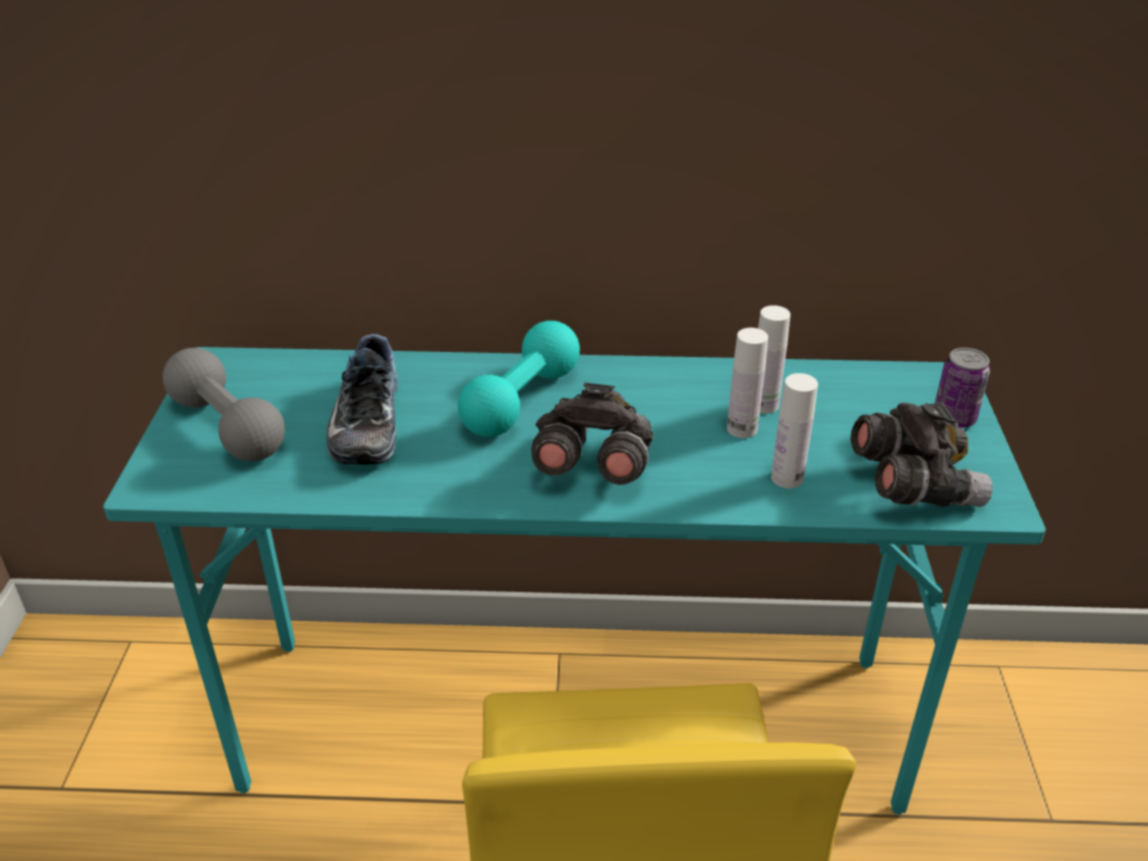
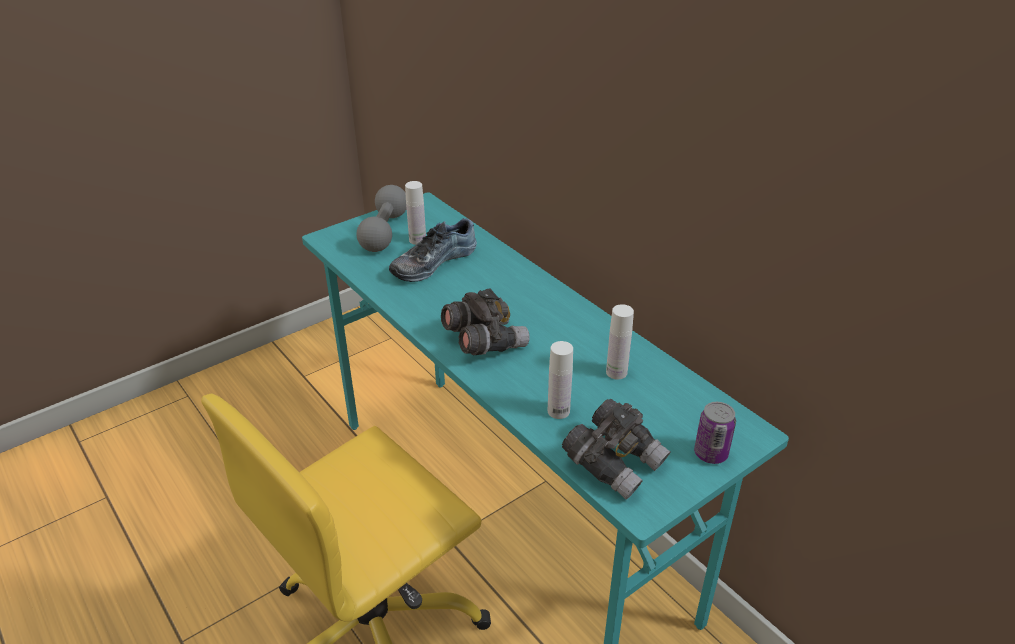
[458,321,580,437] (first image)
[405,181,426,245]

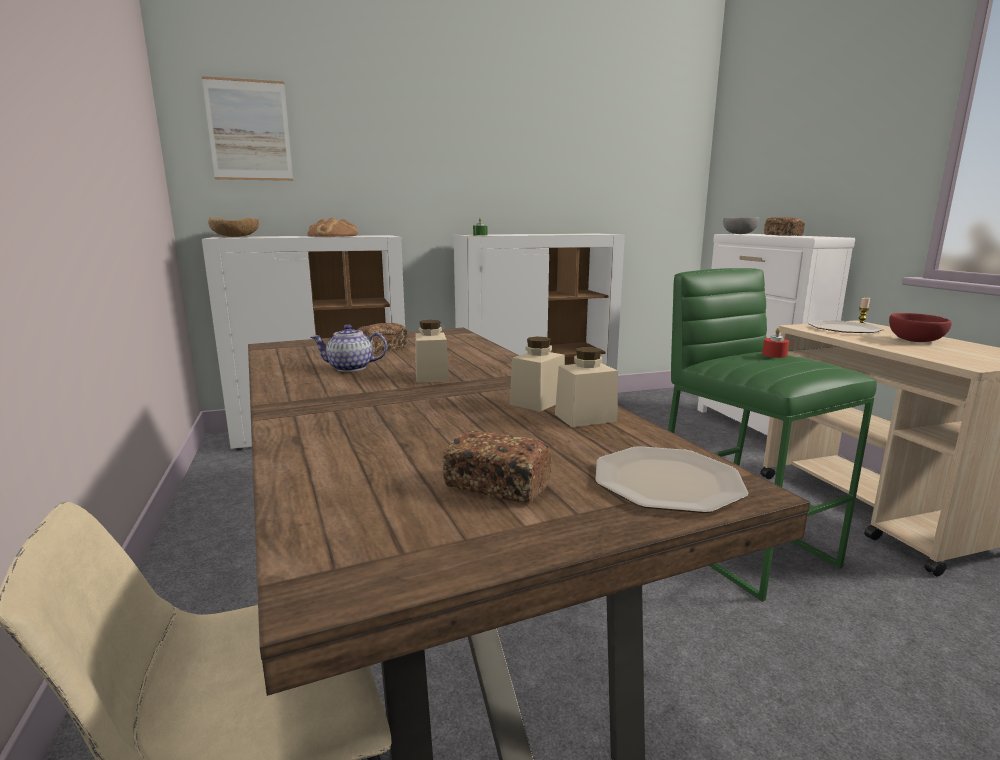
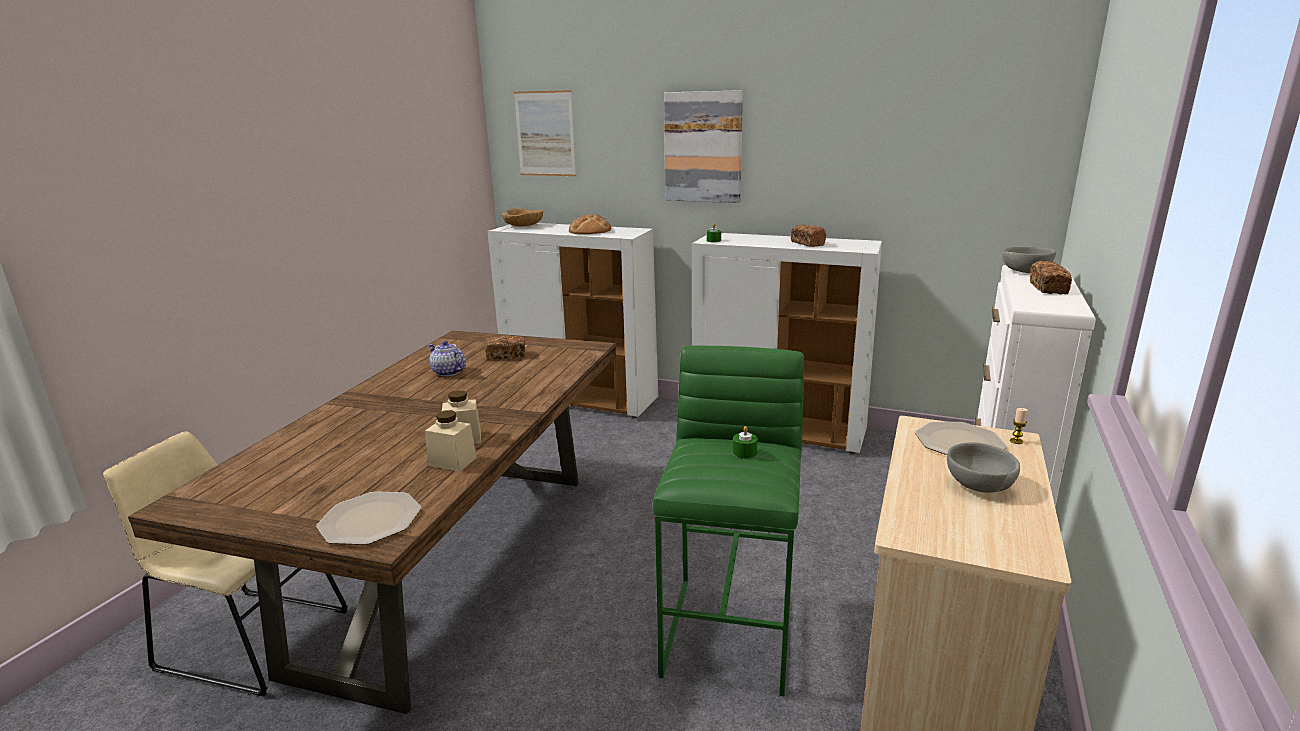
[415,320,449,383] (first image)
[664,90,743,203]
[791,225,826,247]
[733,426,758,458]
[947,442,1020,493]

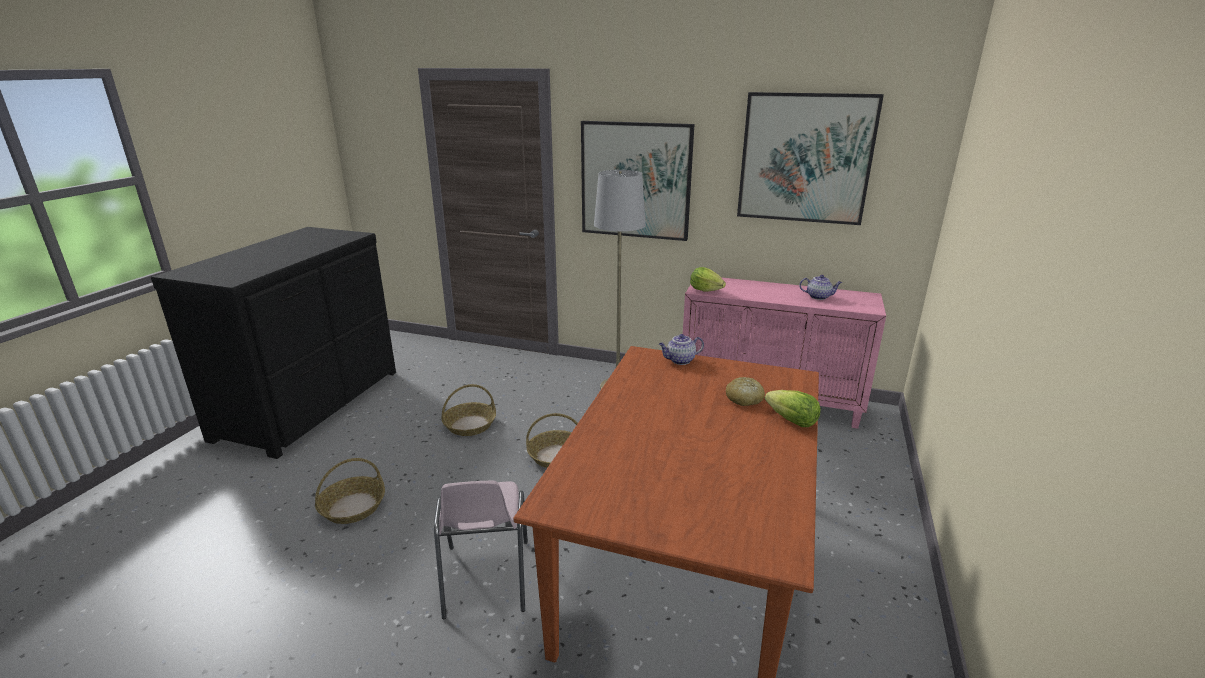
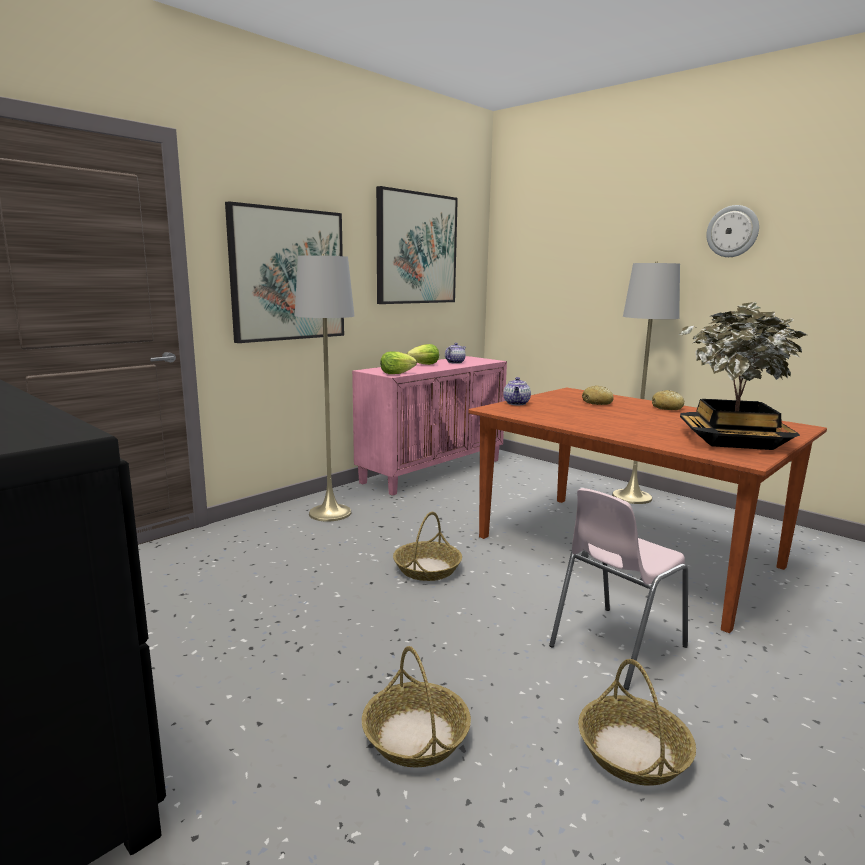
[612,262,680,504]
[652,390,684,410]
[678,302,807,450]
[706,205,759,257]
[578,659,696,786]
[406,344,439,365]
[549,488,688,690]

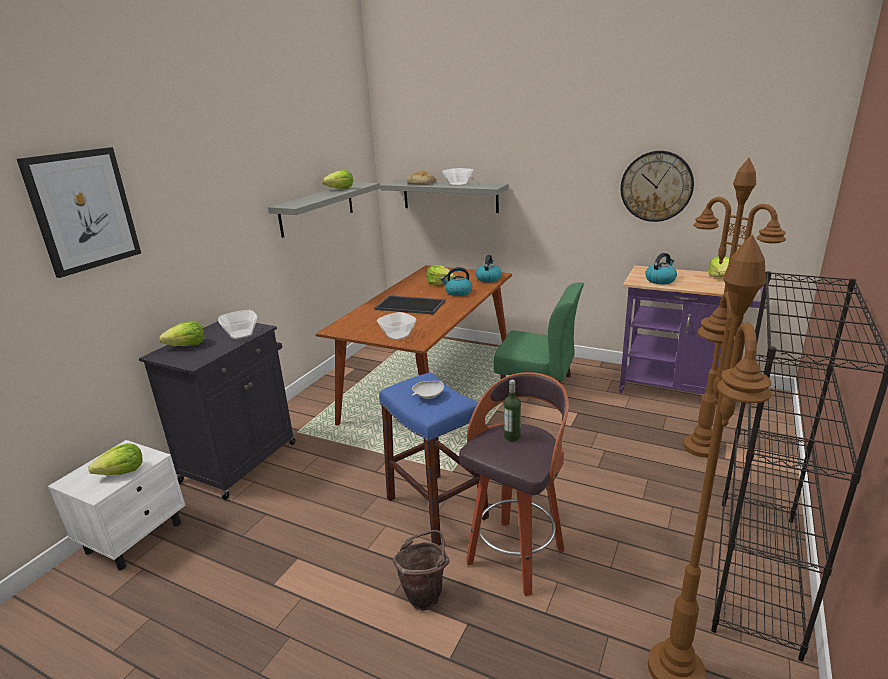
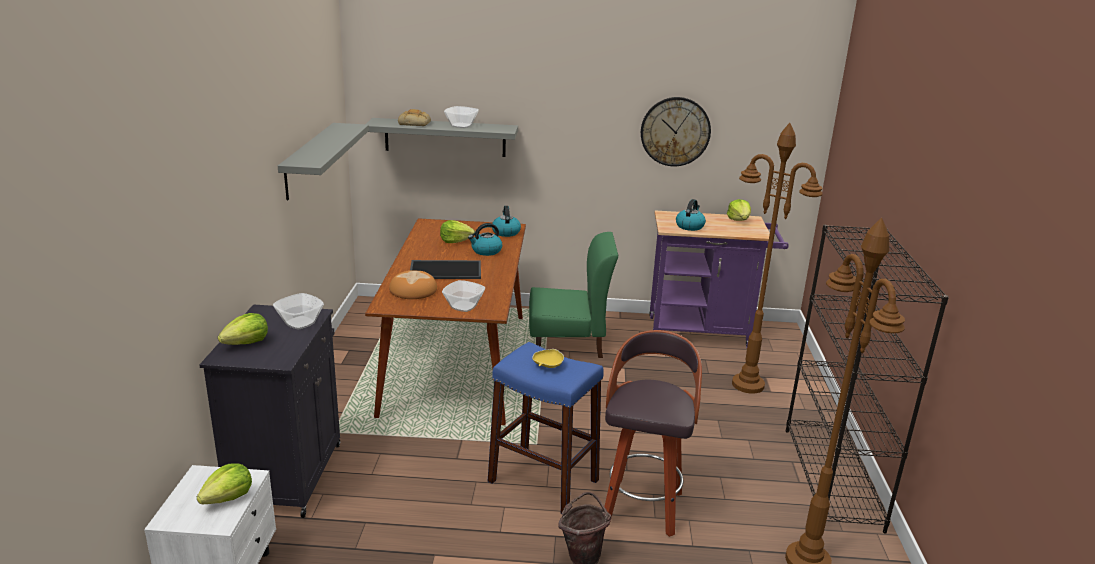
[17,147,141,278] (first image)
[322,170,353,189] (first image)
[504,380,521,442] (first image)
[389,270,437,299]
[532,349,564,368]

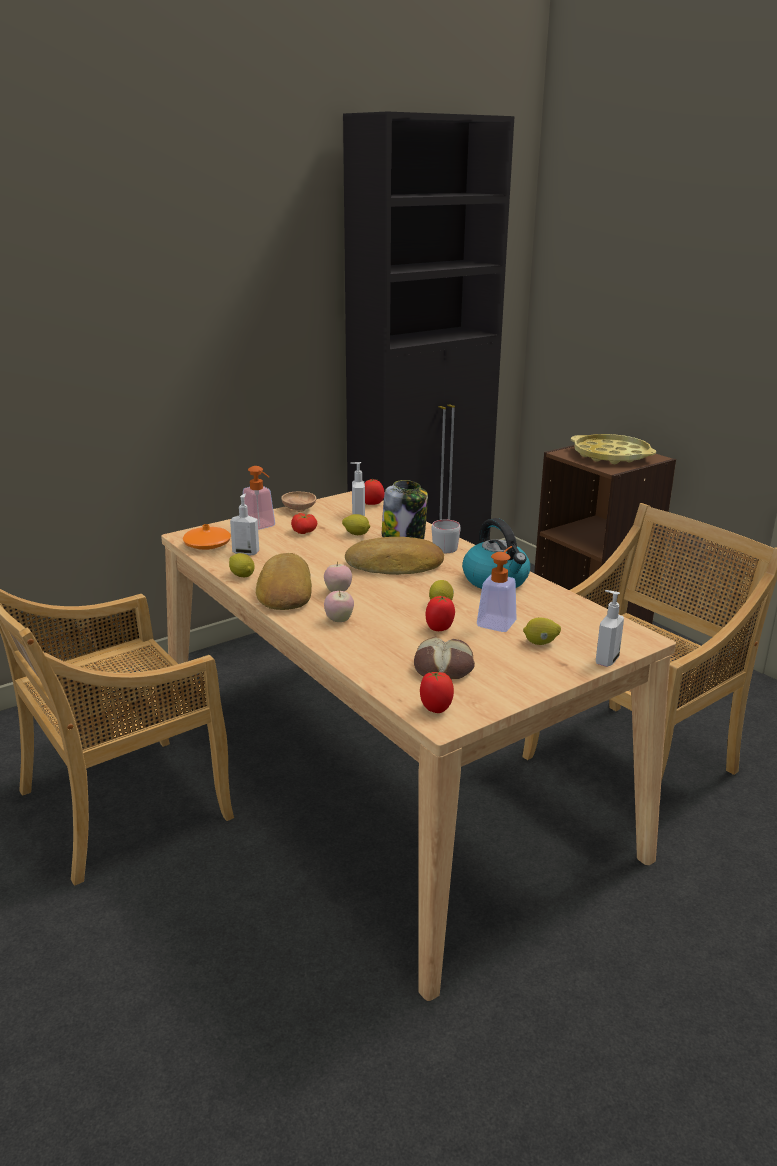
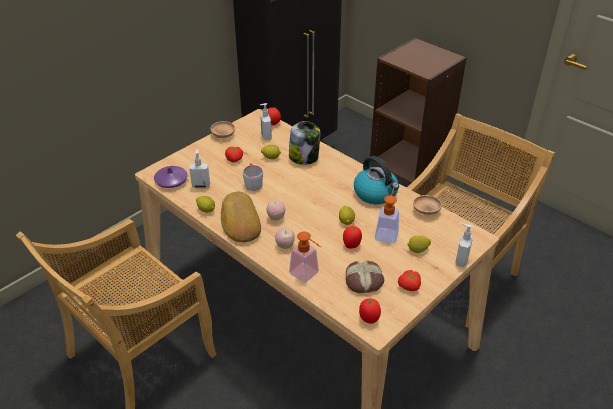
[345,537,444,575] (first image)
[571,434,656,464] (first image)
[398,270,421,291]
[413,195,442,215]
[289,231,321,283]
[243,163,263,191]
[154,166,188,188]

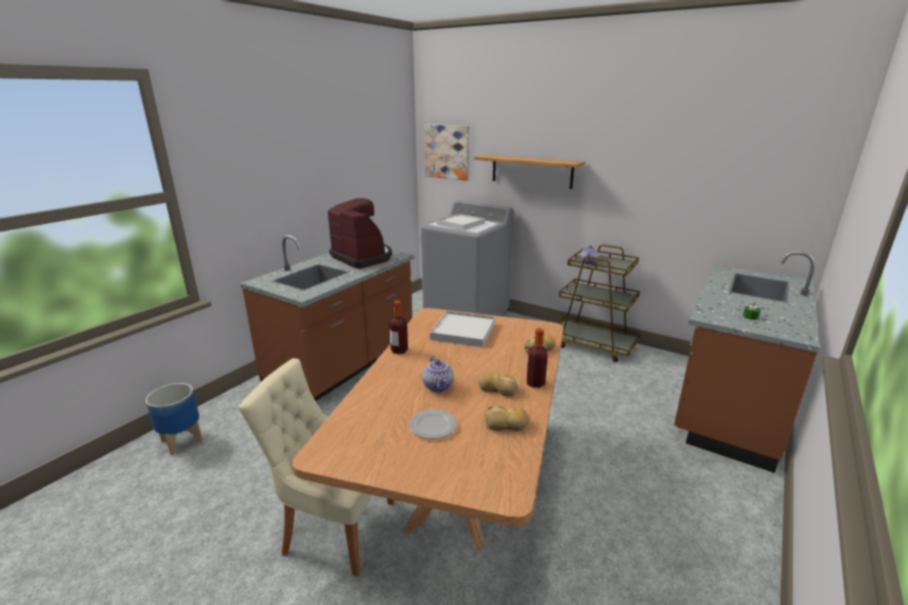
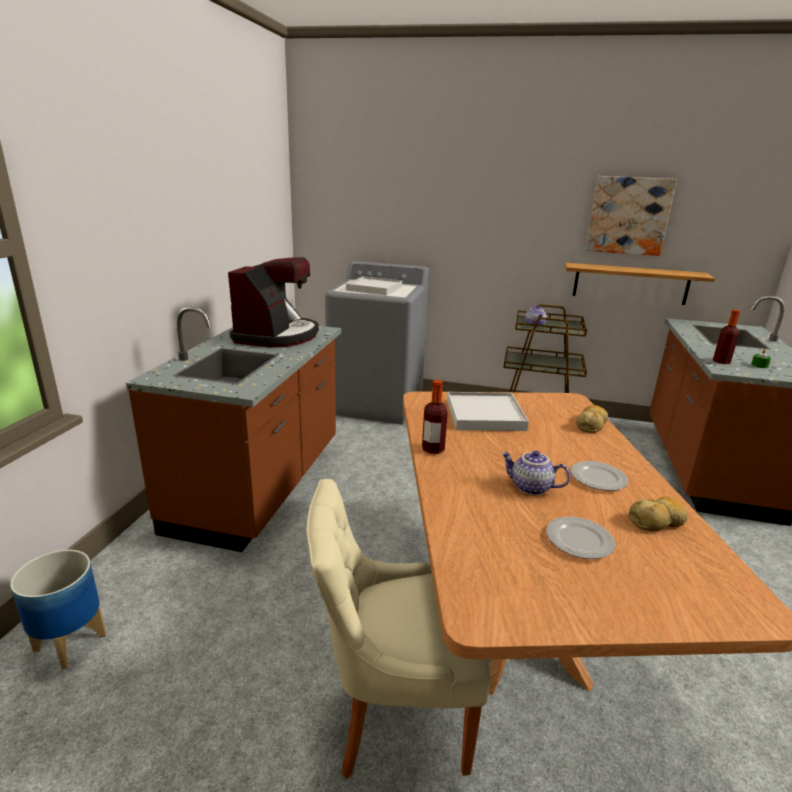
[585,176,677,256]
[565,263,715,305]
[713,309,740,364]
[571,461,629,491]
[228,257,319,347]
[501,451,570,495]

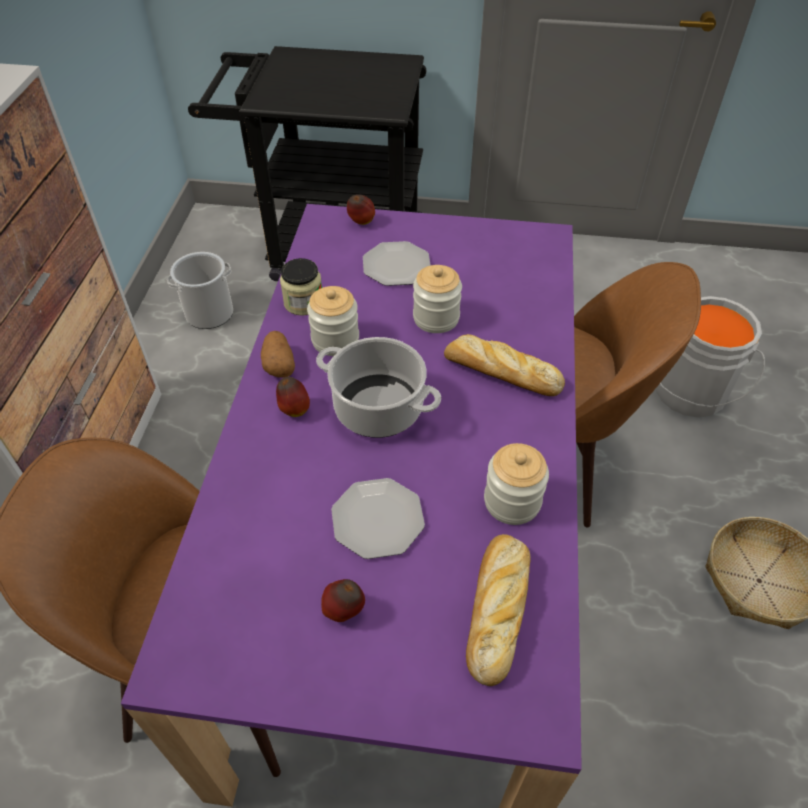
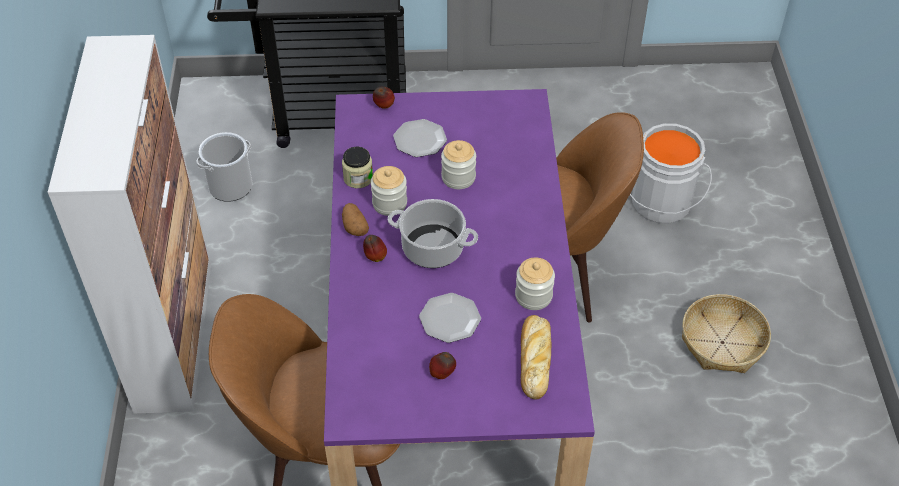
[444,334,565,396] (first image)

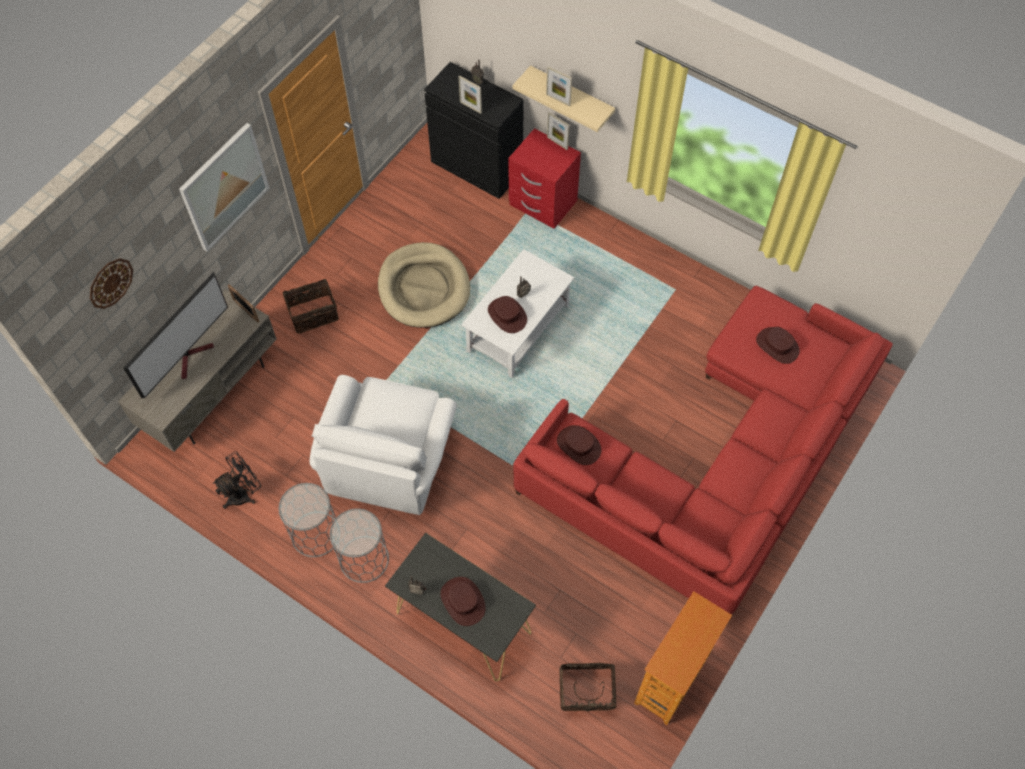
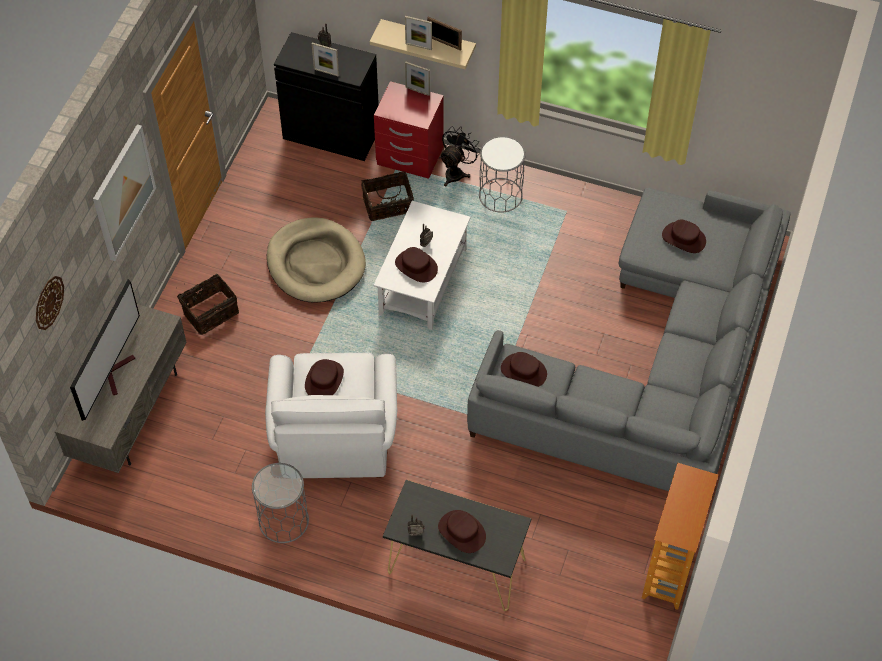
[305,359,344,395]
[439,126,480,187]
[427,17,462,51]
[479,136,526,213]
[361,171,414,221]
[467,188,791,491]

